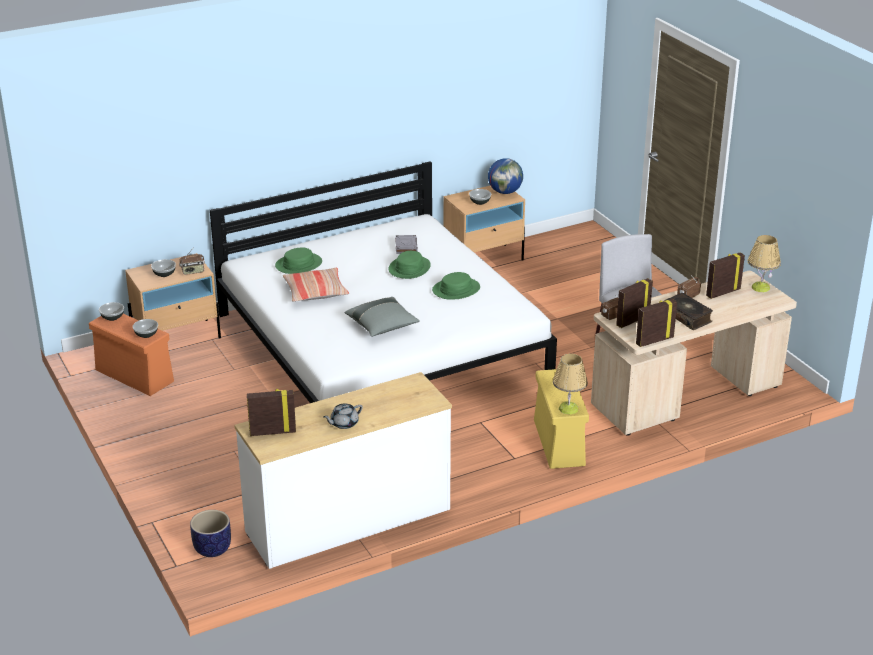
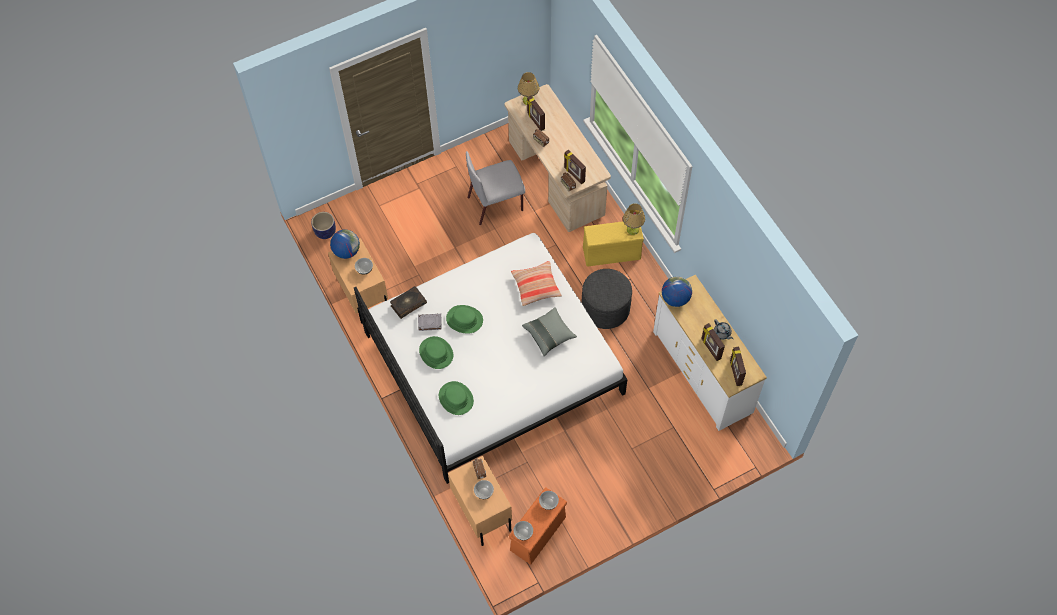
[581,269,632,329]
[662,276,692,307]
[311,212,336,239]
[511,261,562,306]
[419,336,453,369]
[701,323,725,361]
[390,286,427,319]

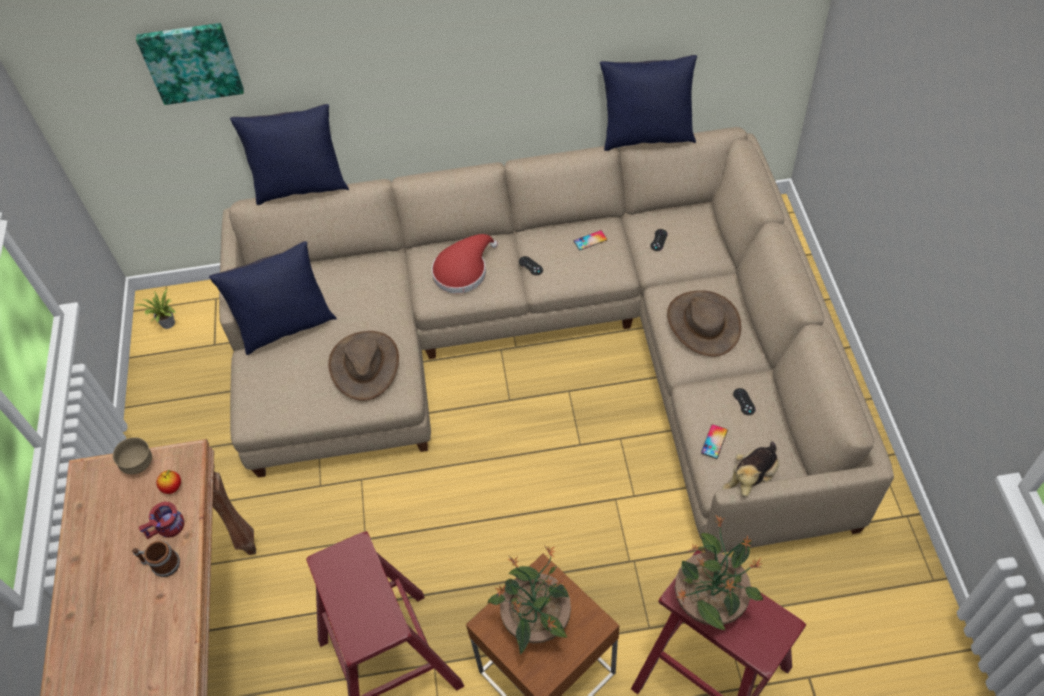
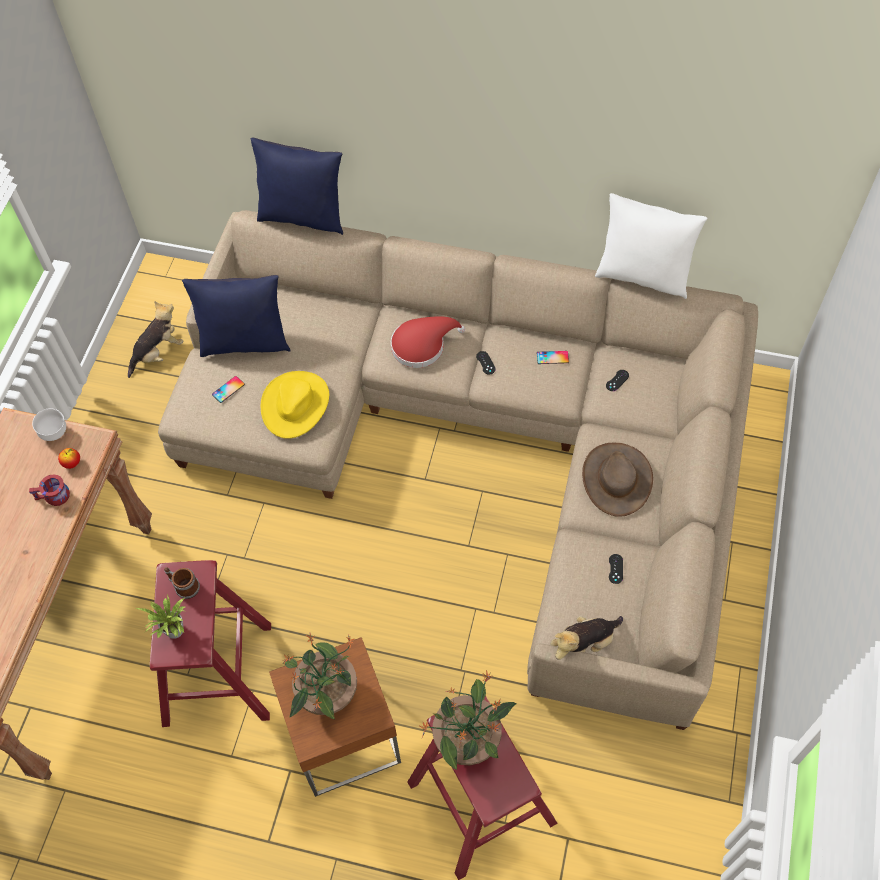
[136,23,244,105] (first image)
[128,301,183,378]
[164,567,200,599]
[135,594,185,639]
[212,376,245,403]
[32,408,66,441]
[261,371,329,439]
[595,193,707,299]

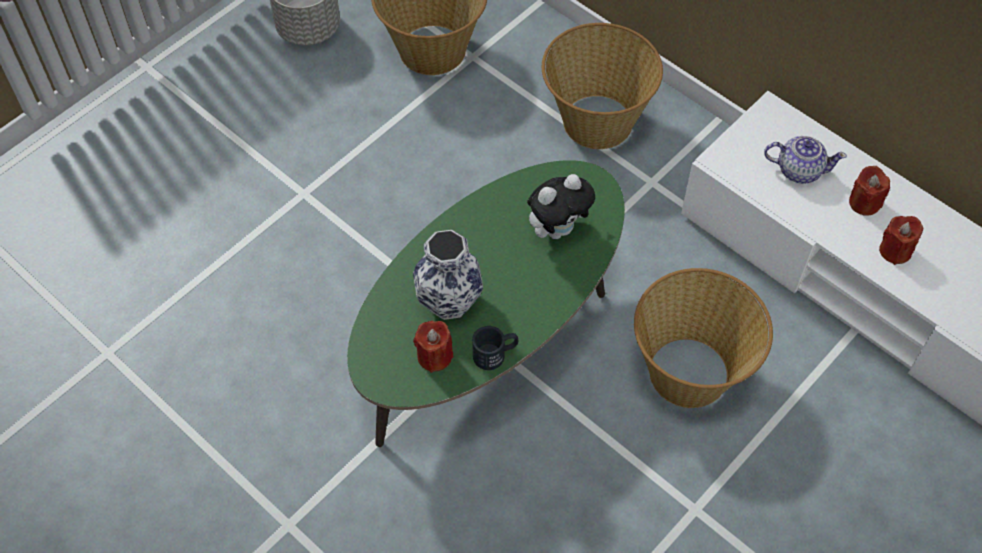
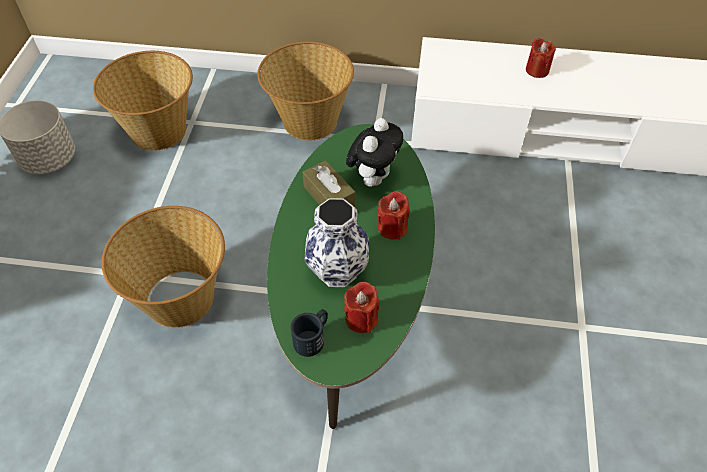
[764,136,847,184] (first image)
[302,160,355,207]
[290,309,328,357]
[102,206,225,328]
[378,191,410,240]

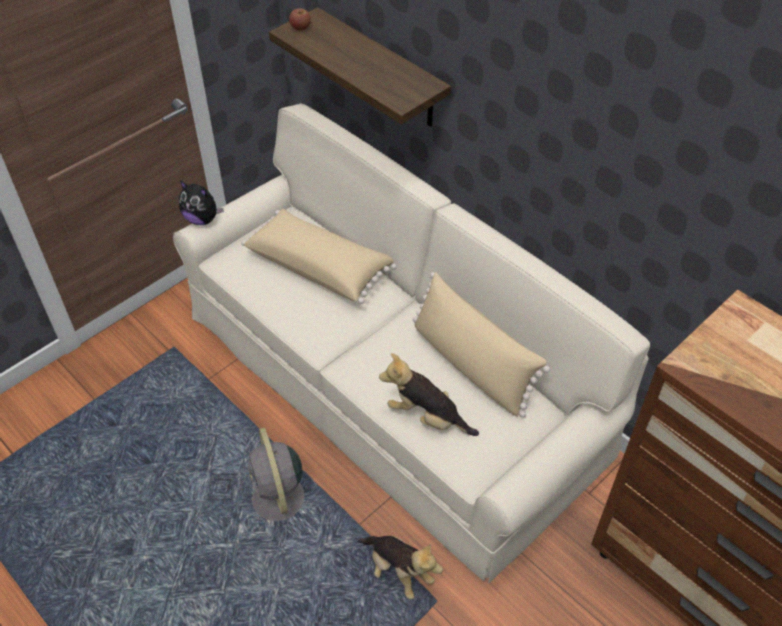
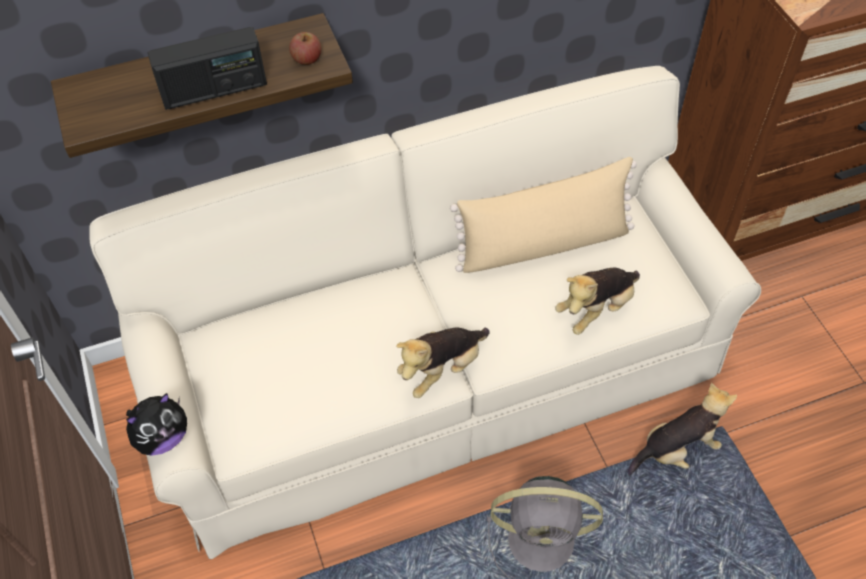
[241,209,397,304] (first image)
[148,27,267,110]
[396,327,489,398]
[289,32,322,65]

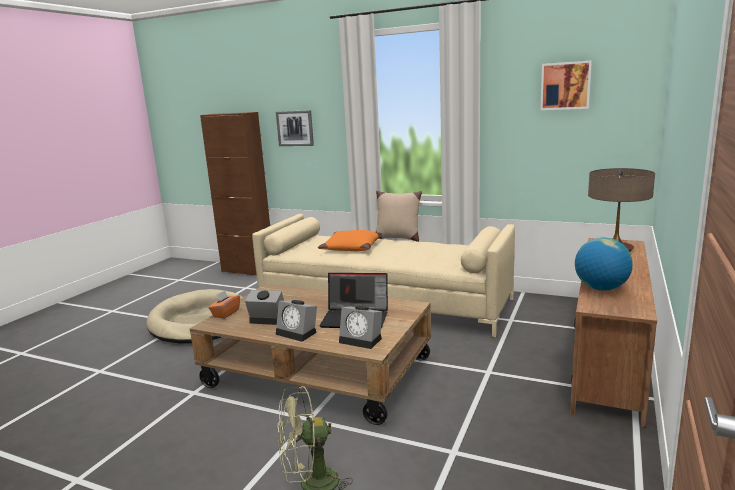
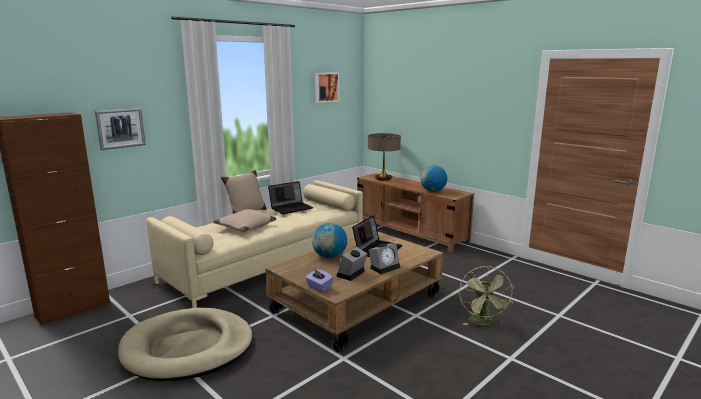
[339,306,382,349] (first image)
[268,181,313,214]
[312,223,347,259]
[305,268,333,293]
[213,209,276,232]

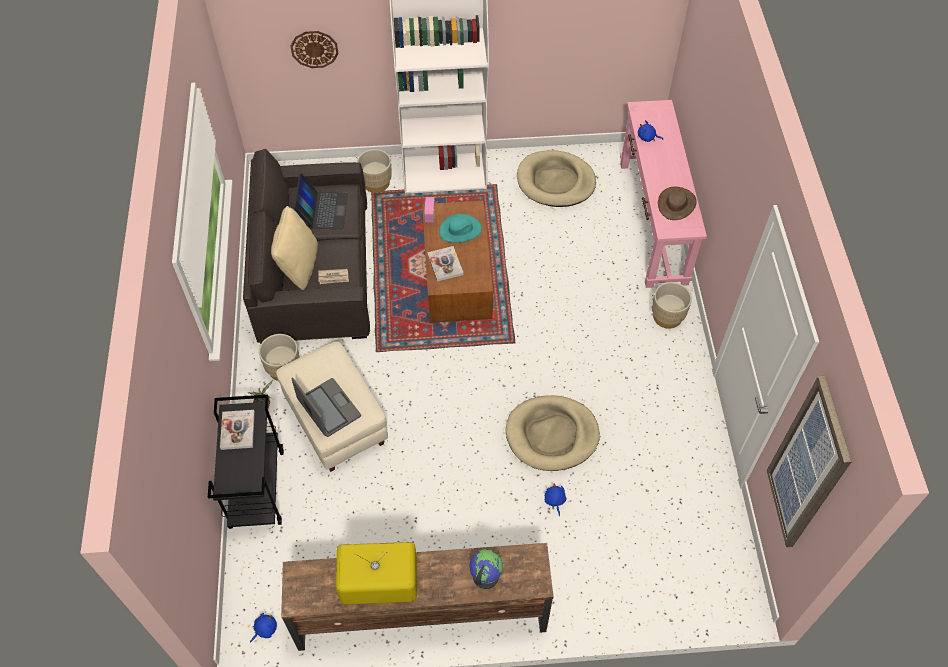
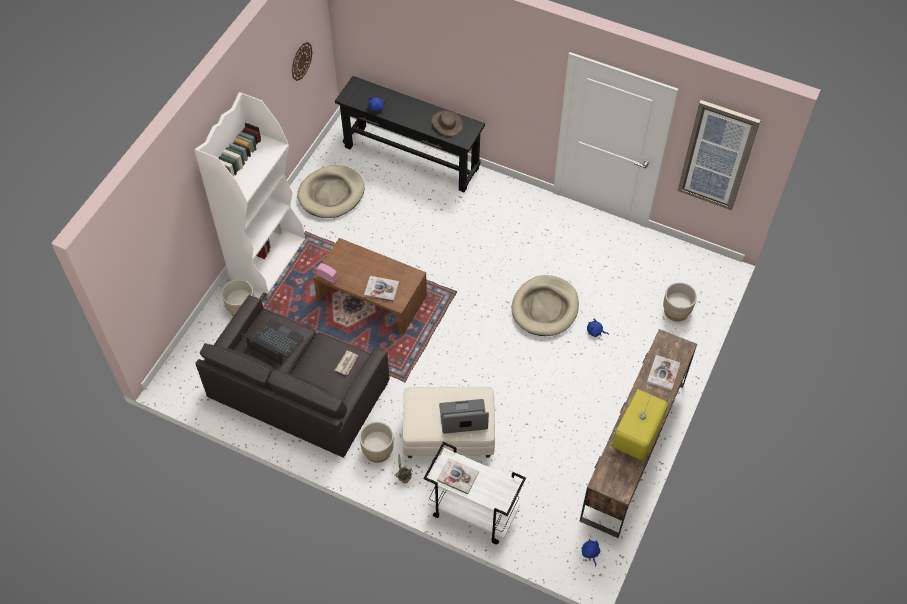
[271,206,318,290] (first image)
[439,214,482,243] (first image)
[292,42,312,81]
[663,282,697,322]
[647,355,680,391]
[424,442,526,544]
[335,76,485,192]

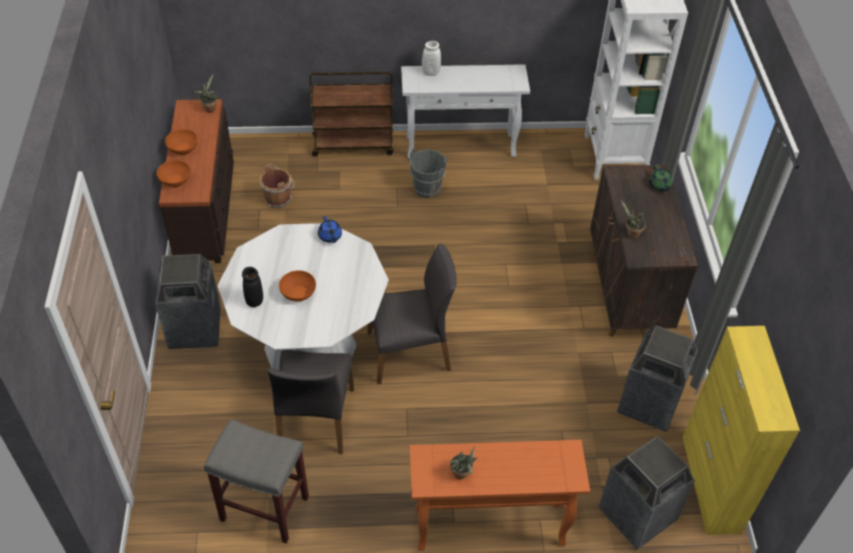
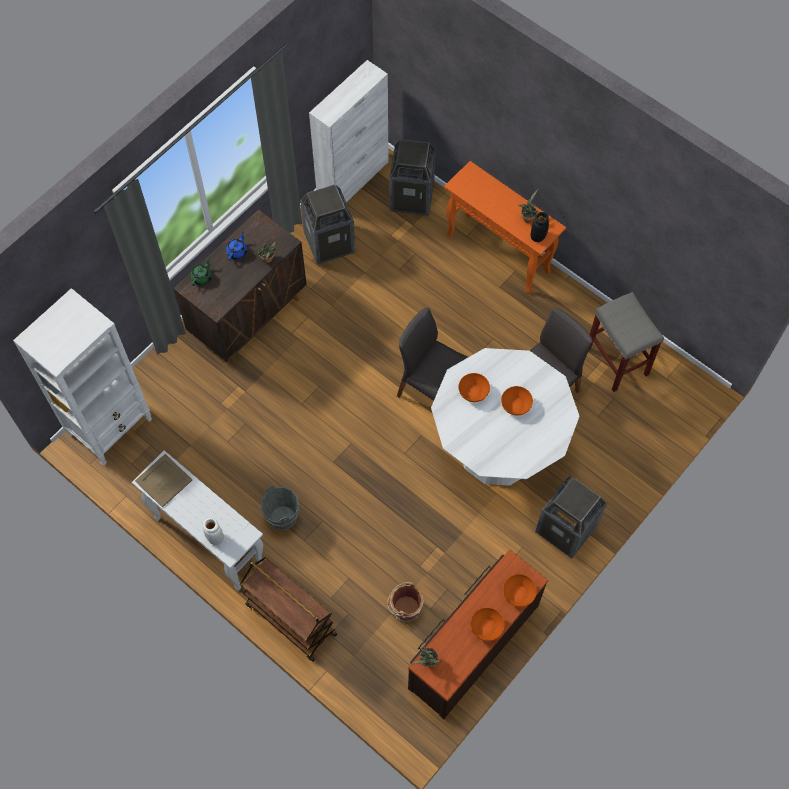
[135,454,192,508]
[458,373,490,402]
[531,212,549,242]
[226,231,247,261]
[309,60,388,202]

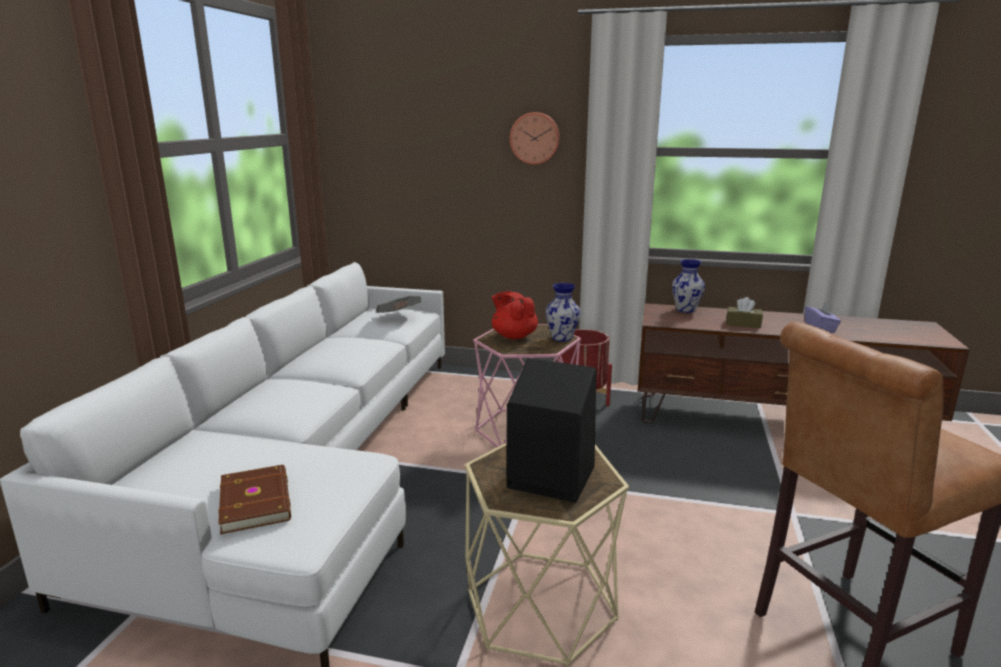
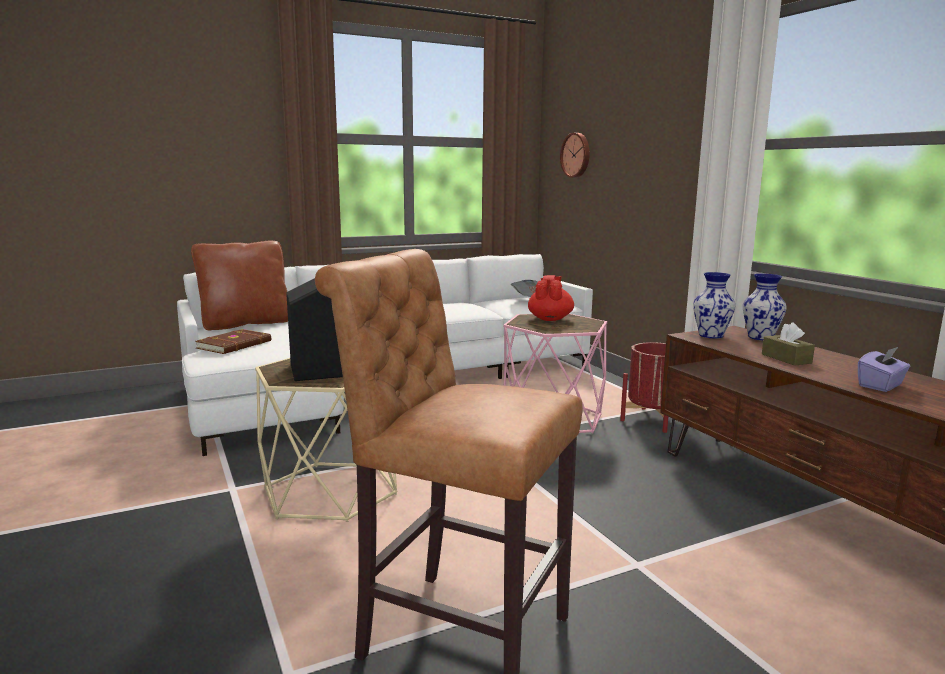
[191,241,288,331]
[560,133,590,178]
[693,272,735,338]

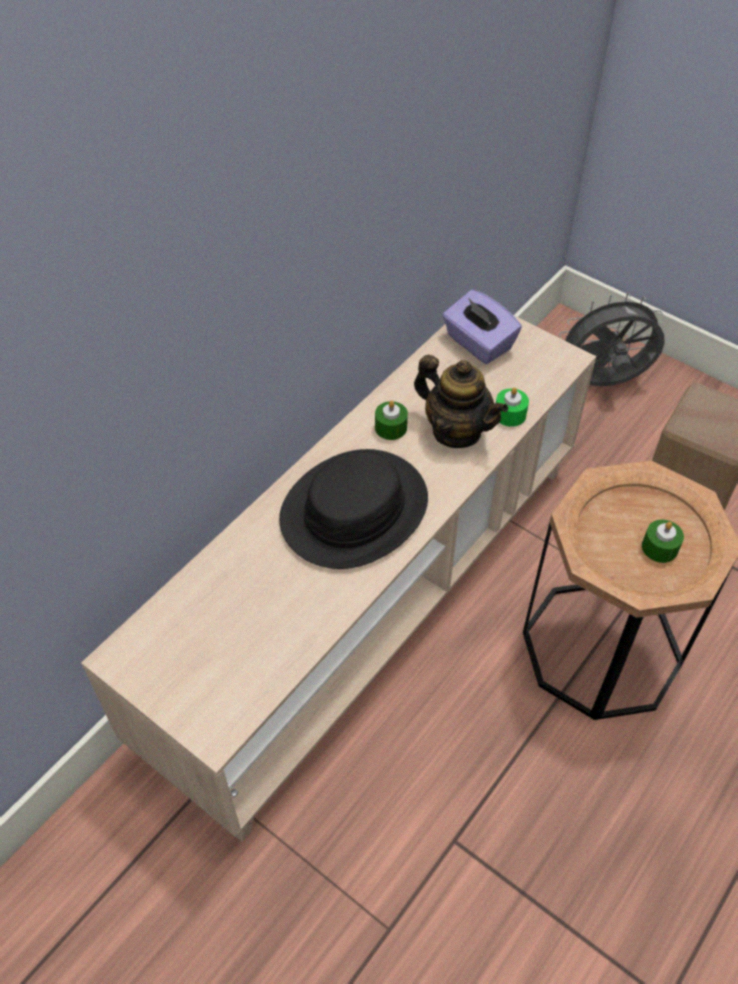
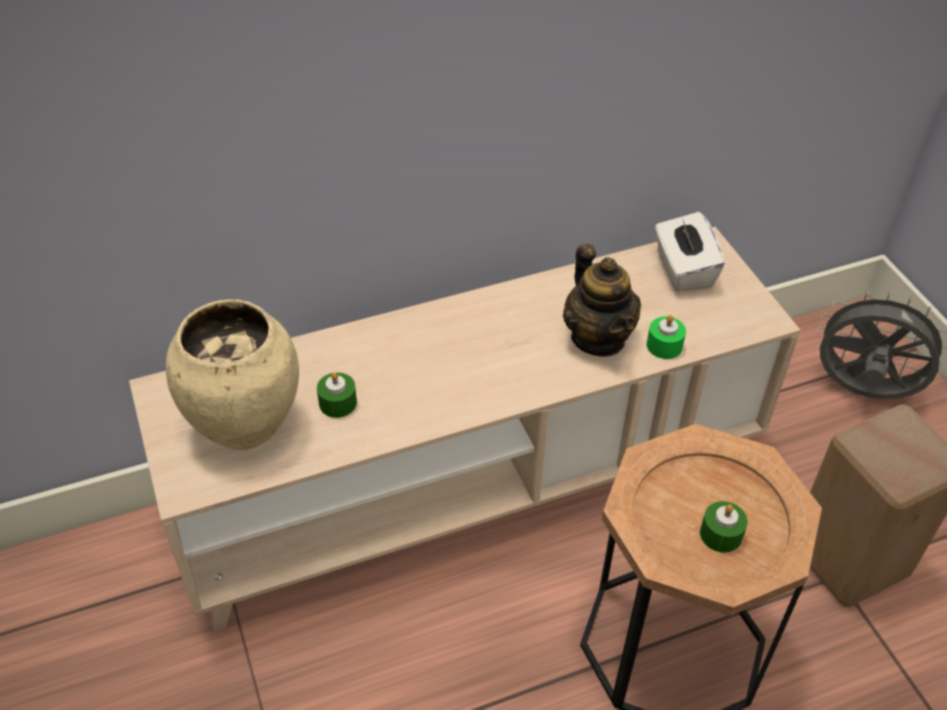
[279,449,428,569] (first image)
[166,299,299,450]
[317,372,357,418]
[655,212,725,291]

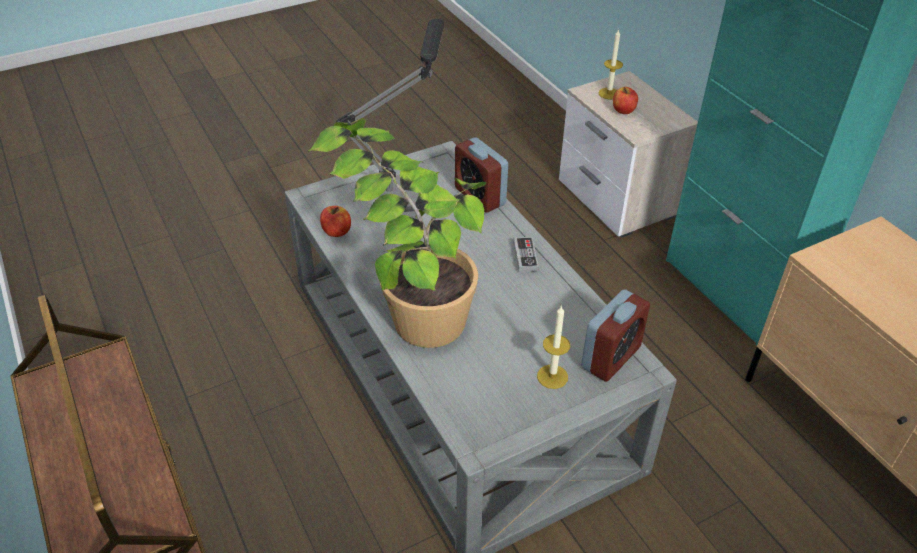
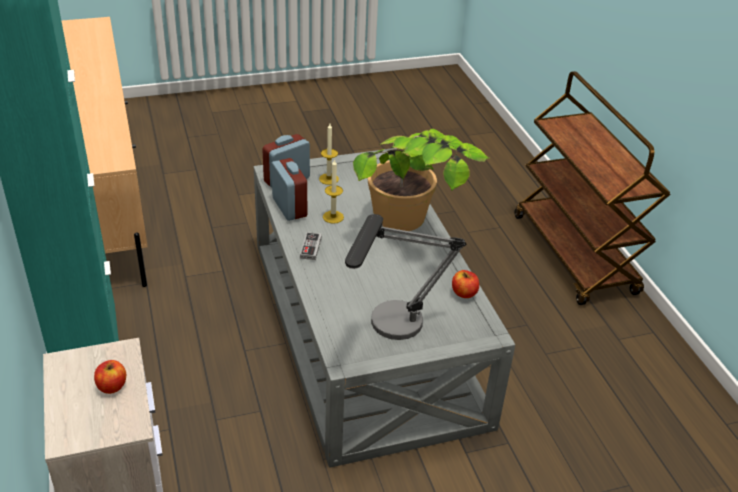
[271,158,307,221]
[323,159,344,224]

